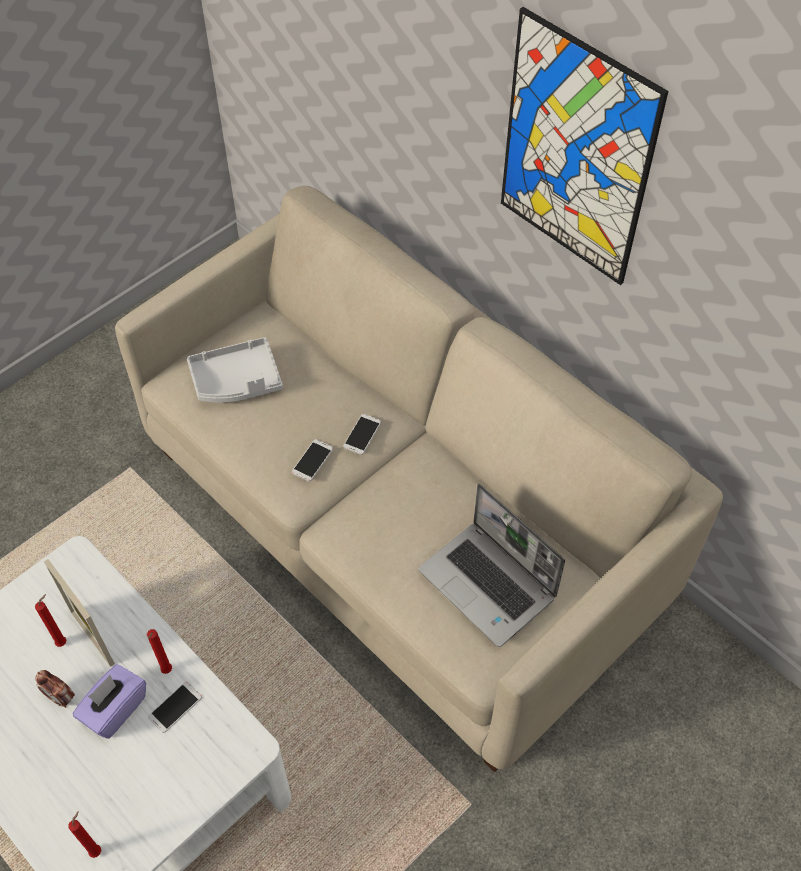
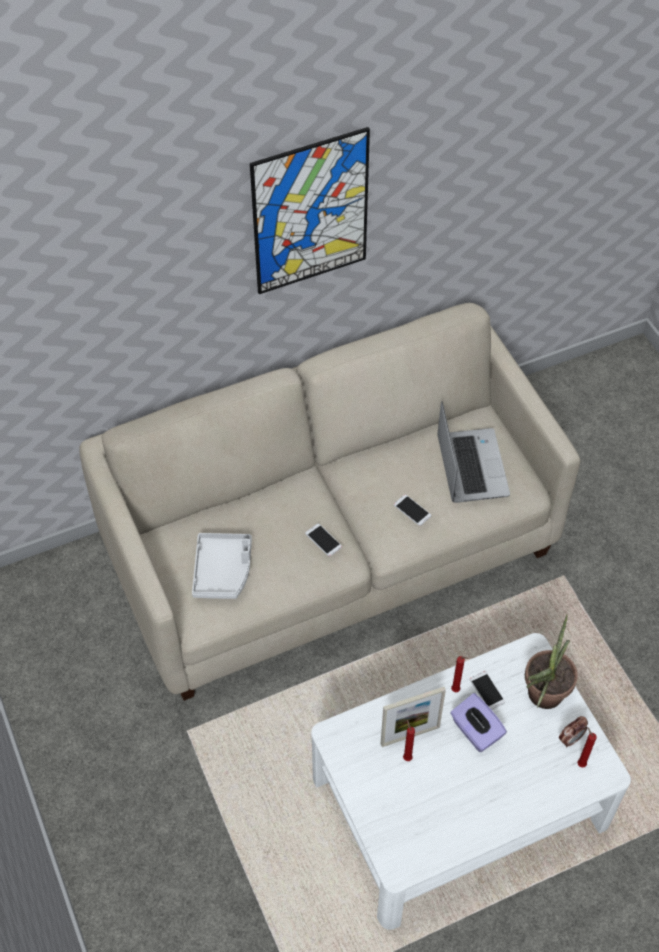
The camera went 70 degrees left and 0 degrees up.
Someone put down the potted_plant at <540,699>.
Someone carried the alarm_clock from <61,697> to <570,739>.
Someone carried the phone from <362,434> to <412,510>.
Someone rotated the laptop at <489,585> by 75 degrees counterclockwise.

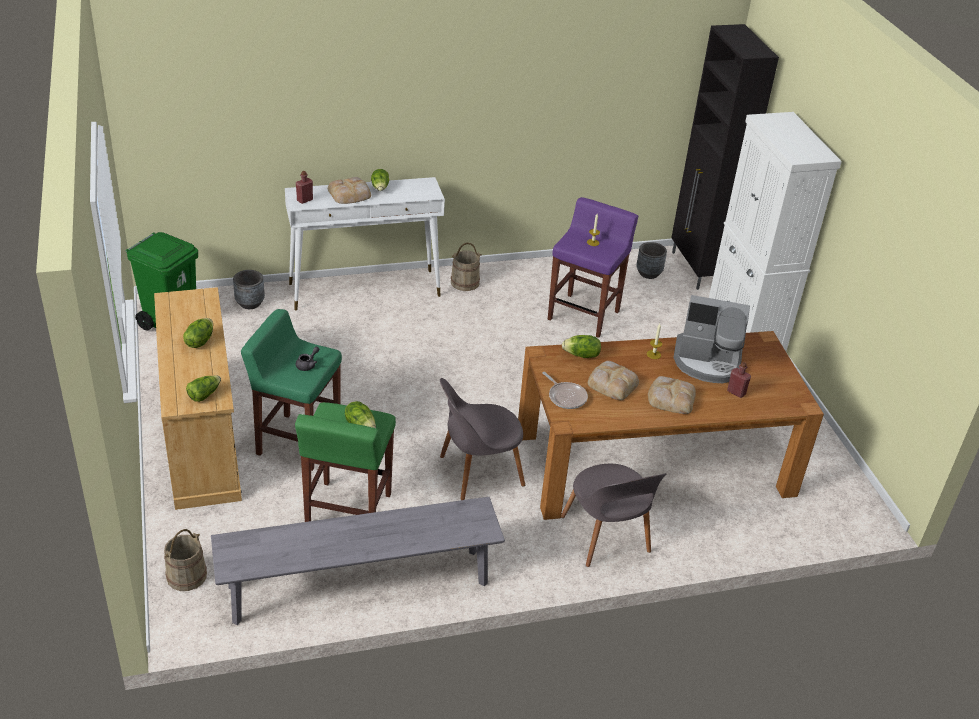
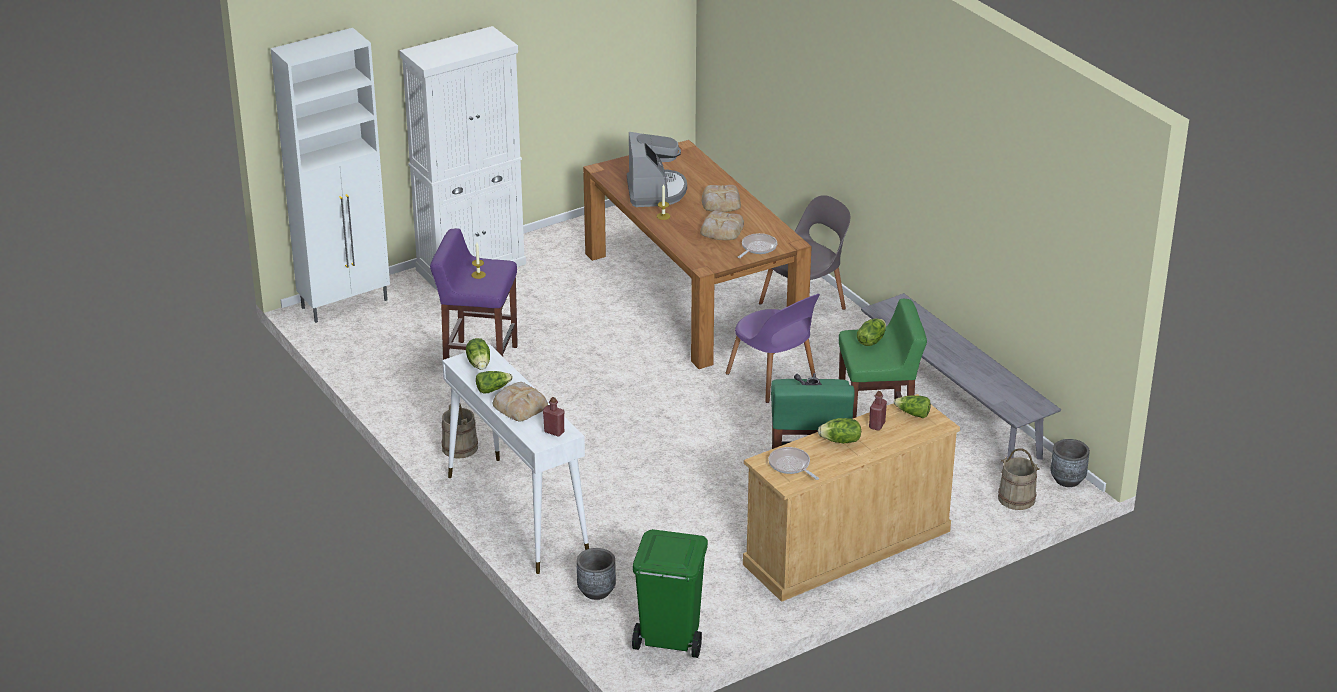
The camera went 105 degrees left and 5 degrees down.
Someone put down the frying_pan at <791,465>.
Someone carried the lettuce from <581,355> to <479,364>.
Someone carried the grey_planter from <648,273> to <1067,480>.
Someone carried the red_bottle from <736,392> to <877,425>.
Someone repainted the grey_chair at <477,472>, which became the purple_chair at <773,379>.
Someone repainted the black_cabinet at <696,270>, which became the white_cabinet at <346,304>.

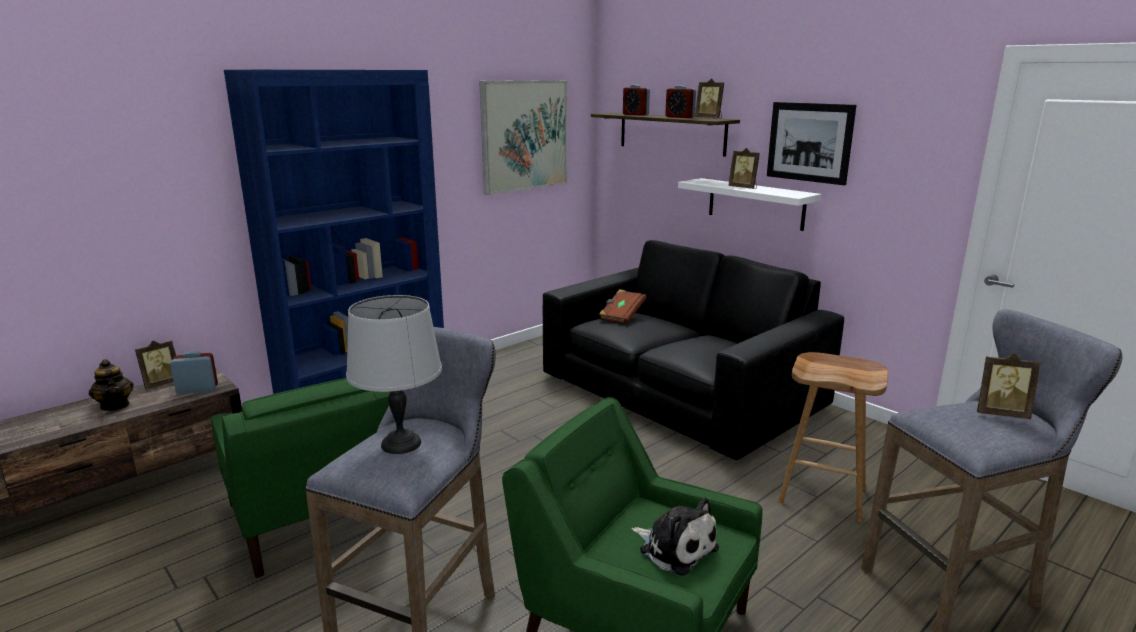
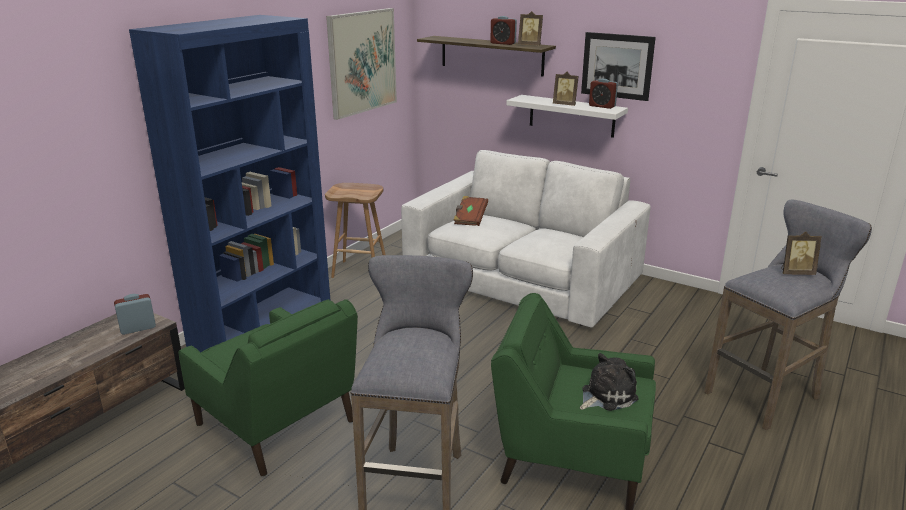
The camera went 15 degrees left and 5 degrees up.
Someone took away the teapot at <116,405>.
Someone took away the picture_frame at <161,384>.
Someone took away the grey_table_lamp at <400,444>.
Someone carried the alarm_clock from <635,114> to <602,106>.
Someone carried the brown_stool from <823,495> to <360,270>.
Someone repainted the black_sofa at <681,392>, which became the white_sofa at <523,277>.
Someone rotated the plush_toy at <675,548> by 60 degrees counterclockwise.

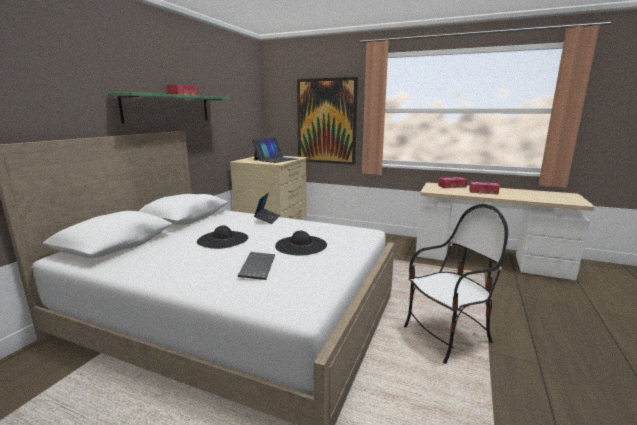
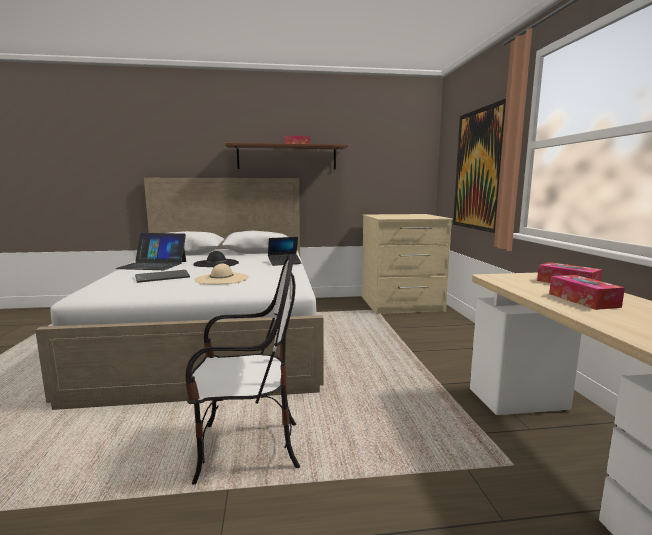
The camera went 60 degrees right and 5 degrees down.
Someone carried the laptop from <276,159> to <153,265>.
Someone repainted the green_shelf at <168,108>, which became the brown_shelf at <287,157>.
Someone repainted the black_hat at <301,245>, which became the beige_hat at <222,279>.
Someone rotated the chair at <447,337> by 45 degrees counterclockwise.

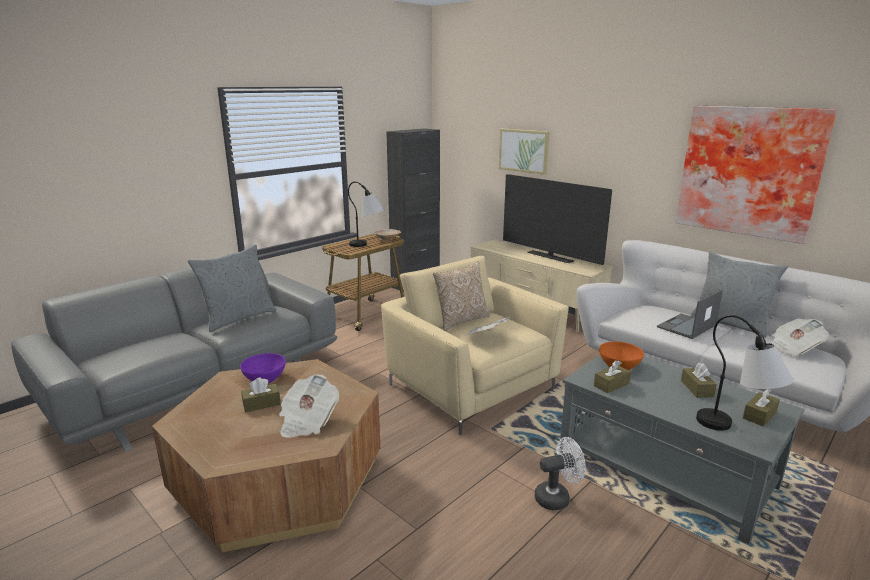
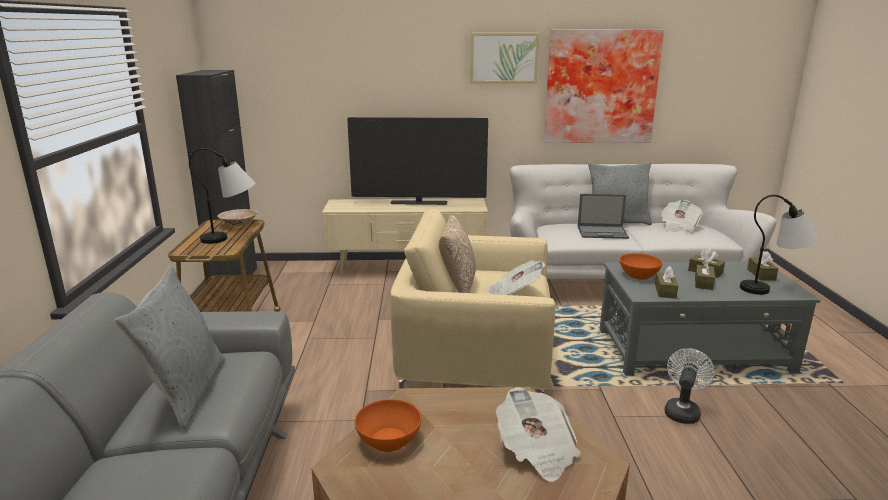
The camera went 45 degrees left and 0 degrees up.
Someone carried the brown_tissue_box from <261,404> to <703,283>.
Someone carried the picture from <523,150> to <503,58>.
Someone repainted the purple_bowl at <265,378>, which became the orange_bowl at <388,439>.
Someone rotated the laptop at <686,326> by 90 degrees counterclockwise.

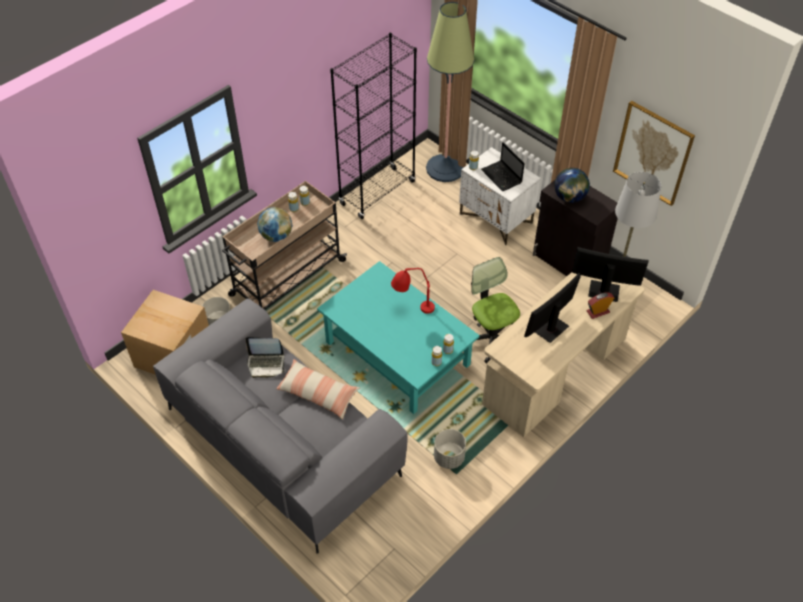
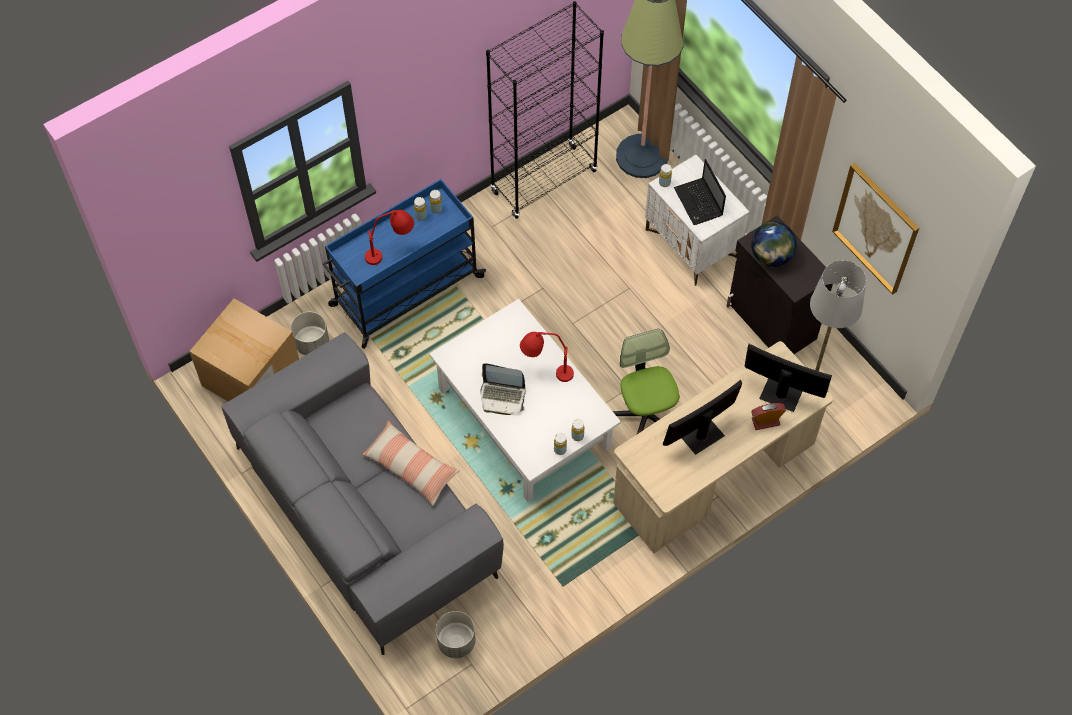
The camera went 10 degrees right and 10 degrees up.
Someone carried the laptop from <266,364> to <502,396>.
Someone carried the grey_planter from <449,457> to <456,641>.
Someone swapped the globe at <276,236> for the red_table_lamp at <392,252>.
Someone repainted the beige_cart at <286,278>, which became the blue_cart at <405,292>.
Someone repainted the turquoise_coffee_table at <397,354>, which became the white_coffee_table at <523,418>.

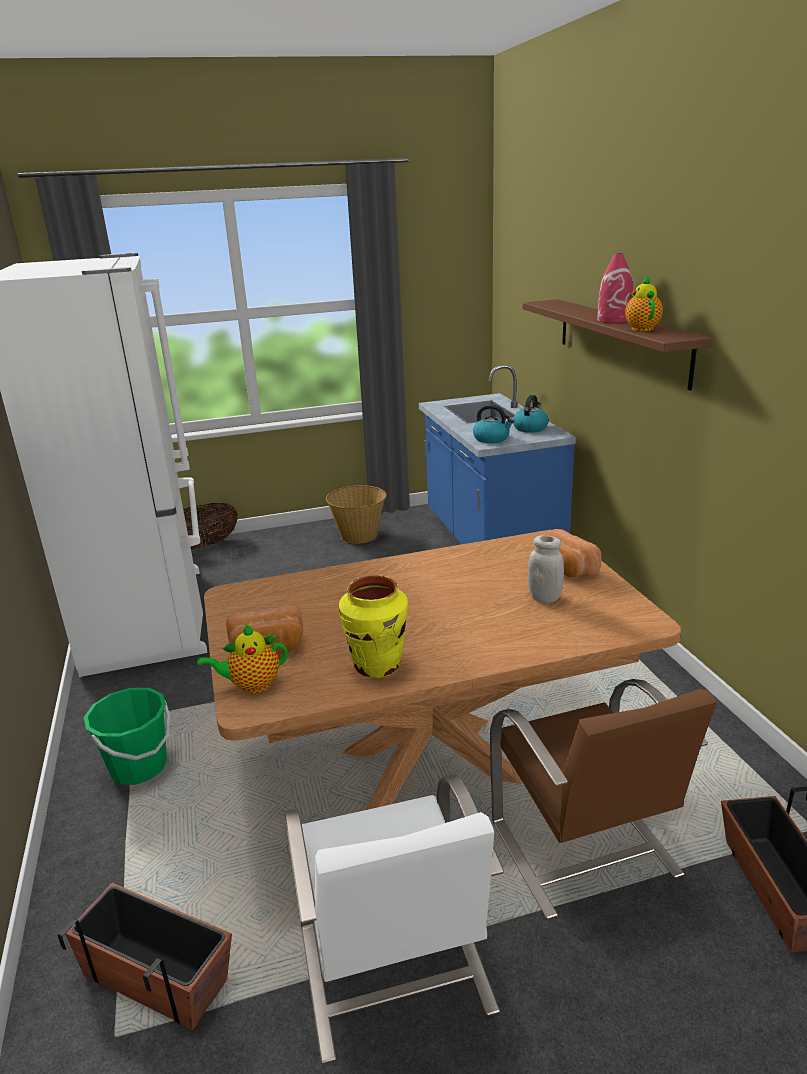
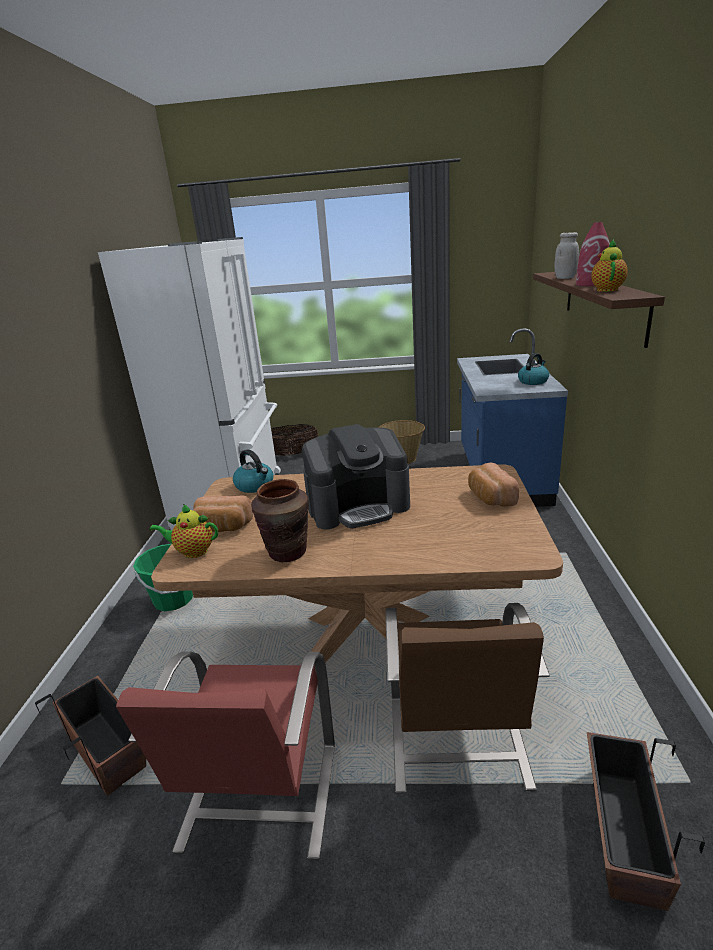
The camera went 20 degrees right and 0 degrees up.
Someone put down the coffee_machine at <358,506>.
Someone carried the kettle from <492,439> to <255,486>.
Someone carried the white_jar from <544,597> to <565,278>.
Someone repainted the white_chair at <394,972>, which became the red_chair at <258,798>.
Someone repainted the yellow_vase at <377,665>, which became the brown_vase at <287,552>.

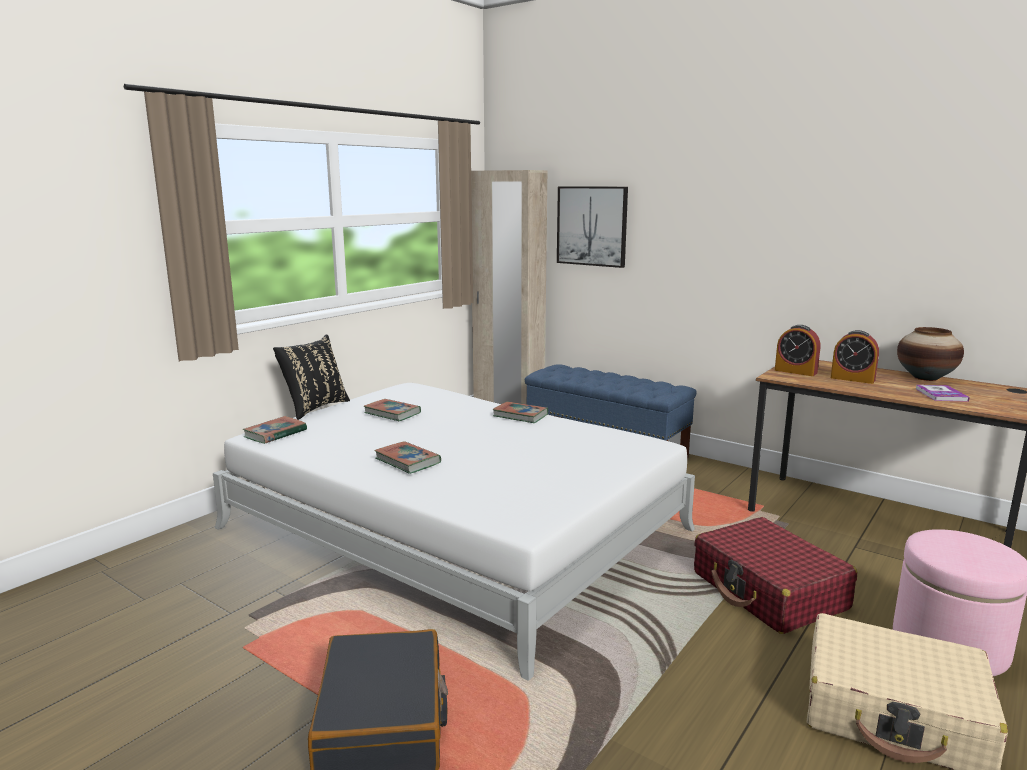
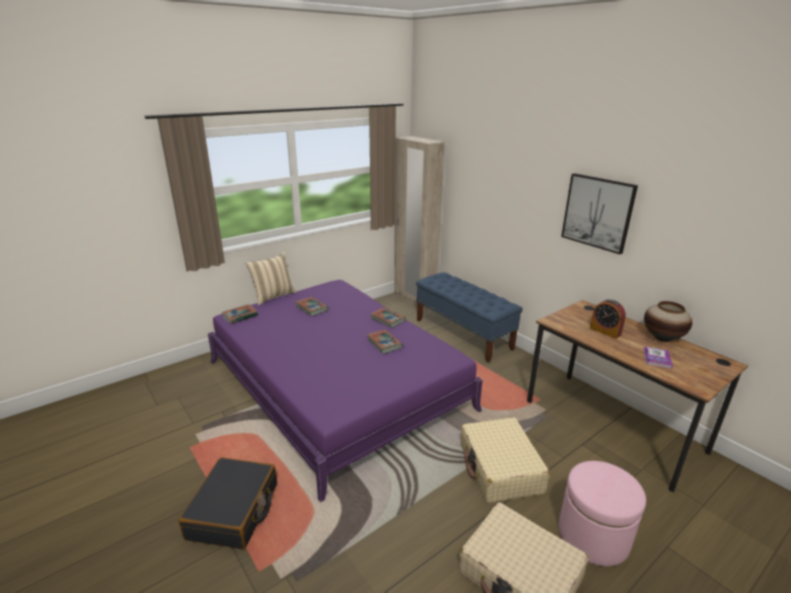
The camera went 15 degrees right and 10 degrees up.
Someone took away the alarm_clock at <795,371>.
Someone carried the book from <407,461> to <384,343>.
Someone carried the picture from <592,226> to <598,212>.
Someone repainted the white_bed at <454,529>, which became the purple_bed at <336,385>.
Someone repainted the black_pillow at <314,408>, which became the beige_pillow at <273,296>.
Someone repainted the red_suitcase at <769,591>, which became the beige_suitcase at <500,468>.

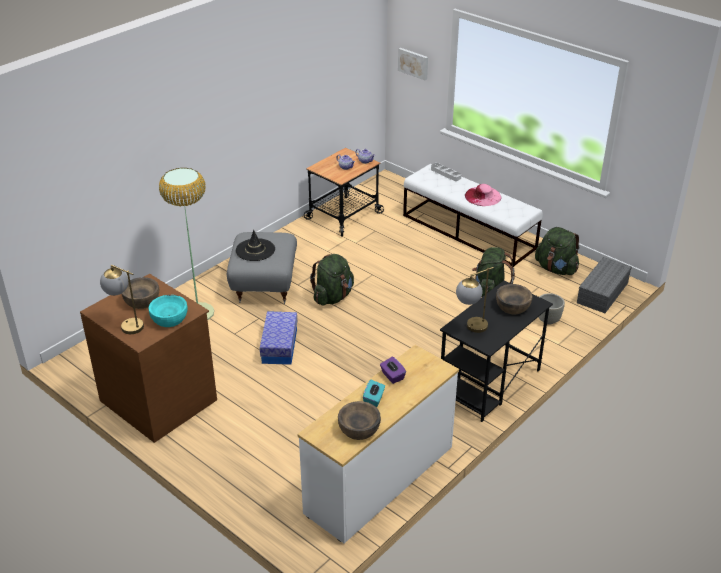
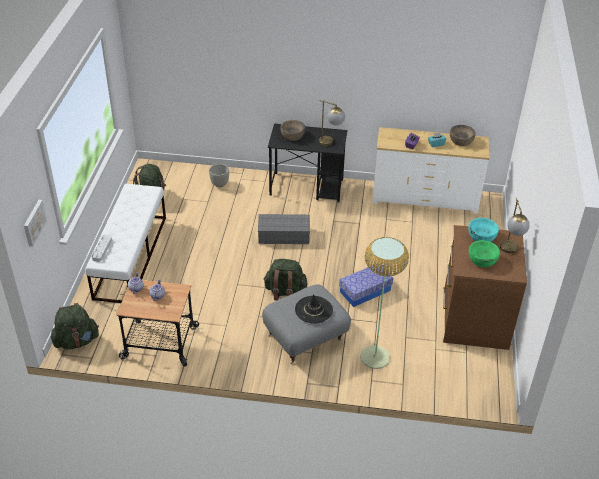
The camera went 125 degrees left and 5 degrees up.
Someone took away the pink_hat at <483,196>.
Someone carried the green_backpack from <490,290> to <76,341>.
Someone carried the grey_storage_box from <602,292> to <283,236>.
Someone repainted the brown_bowl at <141,300>, which became the green_bowl at <482,259>.

